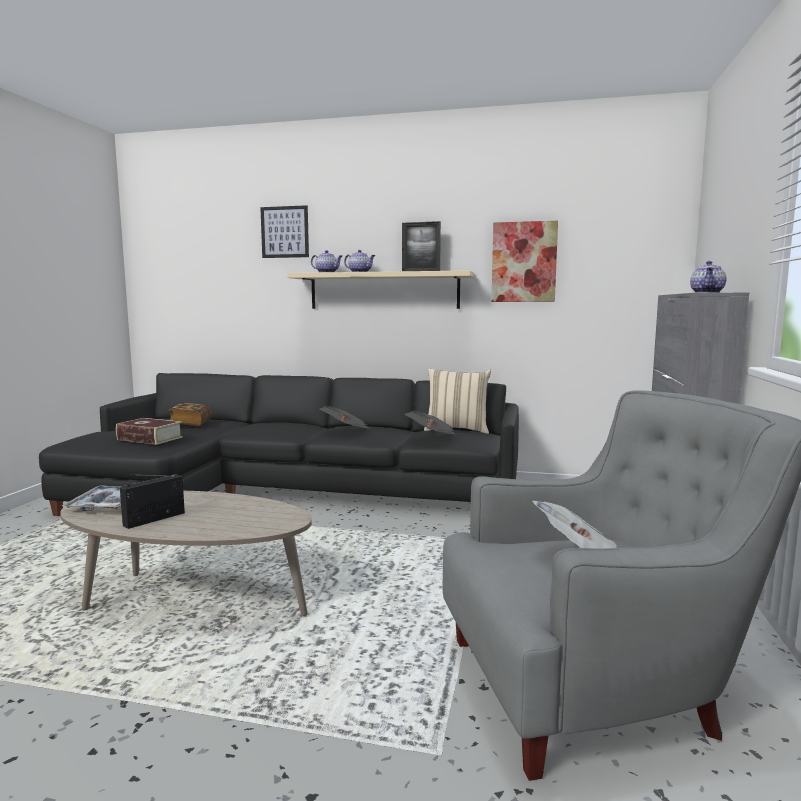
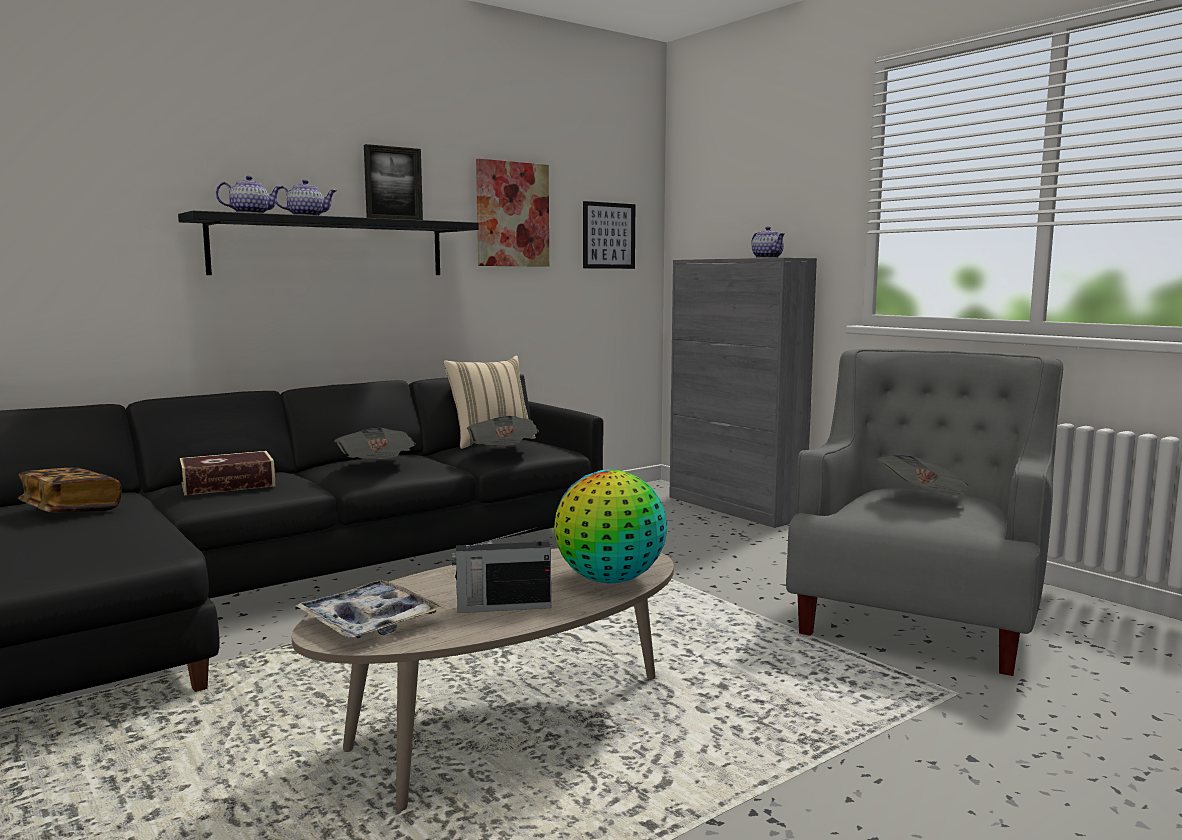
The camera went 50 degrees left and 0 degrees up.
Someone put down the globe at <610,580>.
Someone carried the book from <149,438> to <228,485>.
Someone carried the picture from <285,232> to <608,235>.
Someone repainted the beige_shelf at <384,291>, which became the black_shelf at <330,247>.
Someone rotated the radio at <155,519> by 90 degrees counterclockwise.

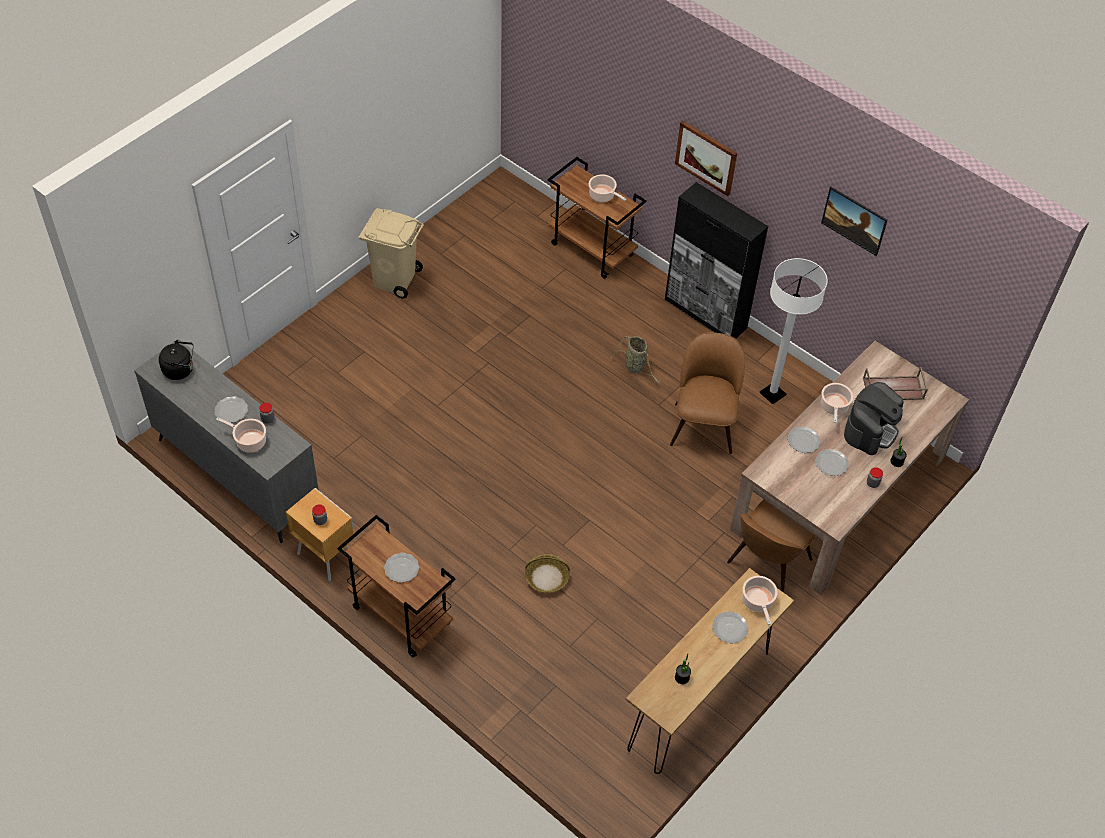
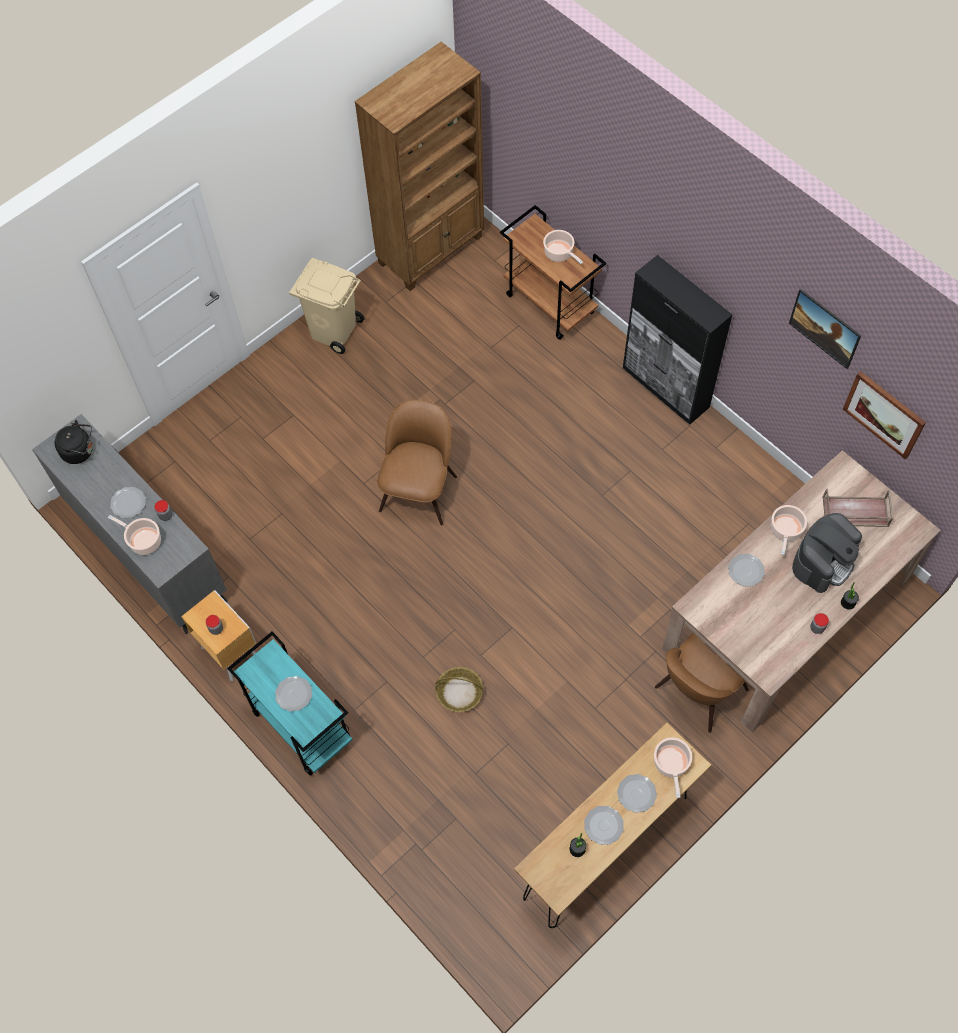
The camera went 10 degrees right and 10 degrees up.
Someone took away the basket at <635,367>.
Someone took away the white_floor_lamp at <772,394>.
Someone put down the brown_bookcase at <431,250>.
Someone carried the brown_chair from <703,425> to <419,490>.
Someone carried the picture from <706,157> to <884,414>.
Someone carried the plate from <831,464> to <603,826>.
Someone repainted the brown_cart at <400,615>, which became the turquoise_cart at <300,726>.

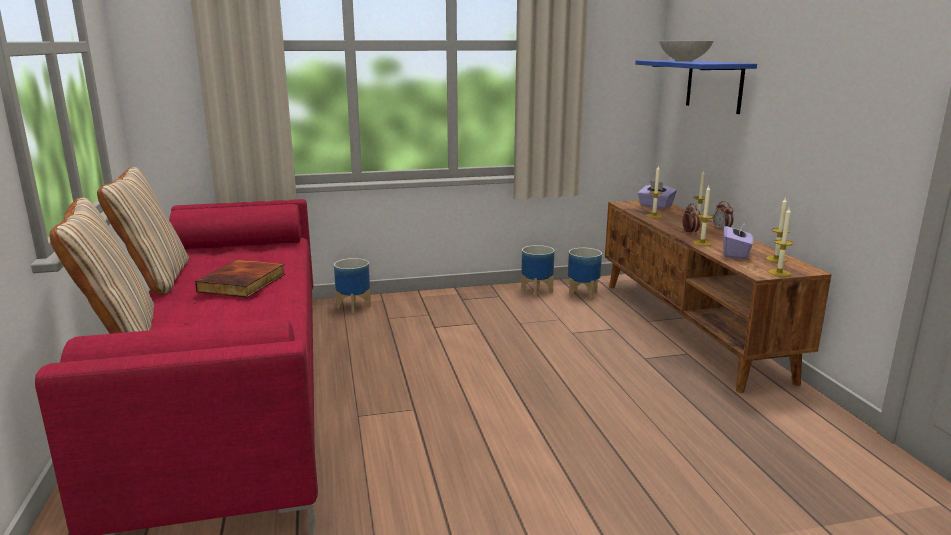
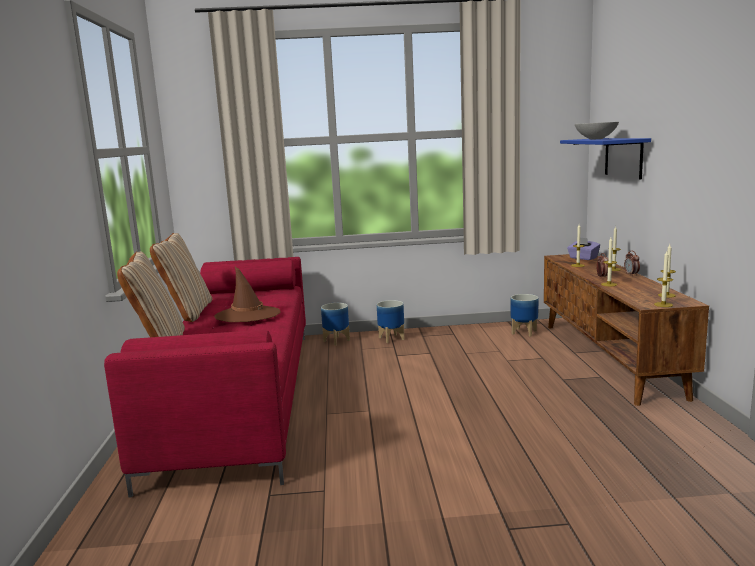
The camera went 10 degrees right and 5 degrees down.
Someone took away the purple_tissue_box at <735,254>.
Someone carried the planter from <537,291> to <392,338>.
Someone swapped the book at <243,283> for the brown_hat at <248,315>.

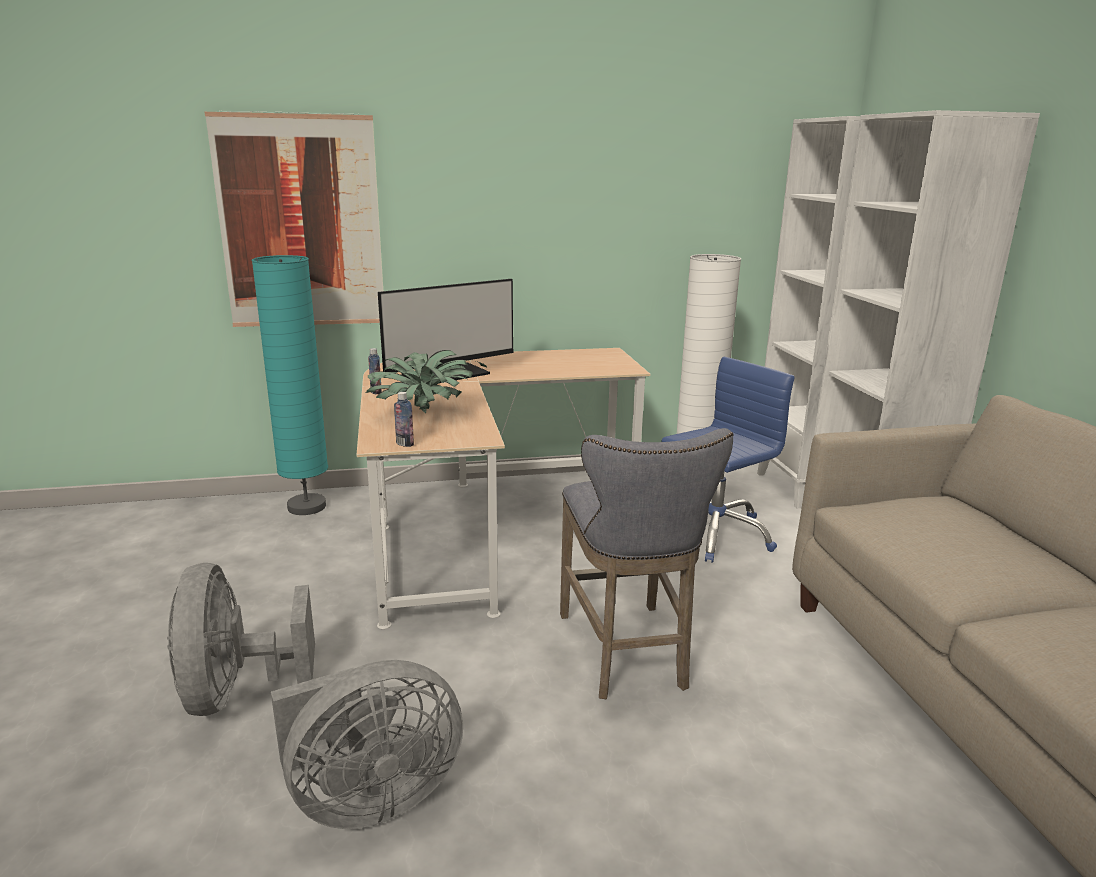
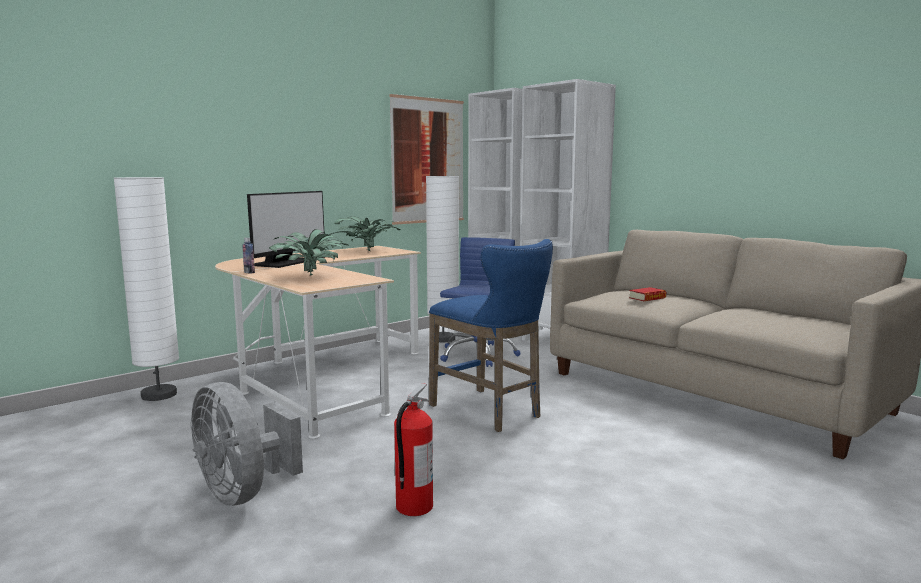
The camera went 30 degrees left and 10 degrees down.
Someone took away the bottle at <405,444>.
Someone put down the potted_plant at <368,251>.
Someone put down the book at <647,298>.
Someone carried the picture from <301,223> to <428,160>.
Someone swapped the grey_fan at <369,799> for the fire_extinguisher at <413,507>.
Someone repainted the turquoise_floor_lamp at <306,507>, which became the white_floor_lamp at <159,395>.
Someone repainted the grey_stool at <626,655>, which became the blue_stool at <490,412>.

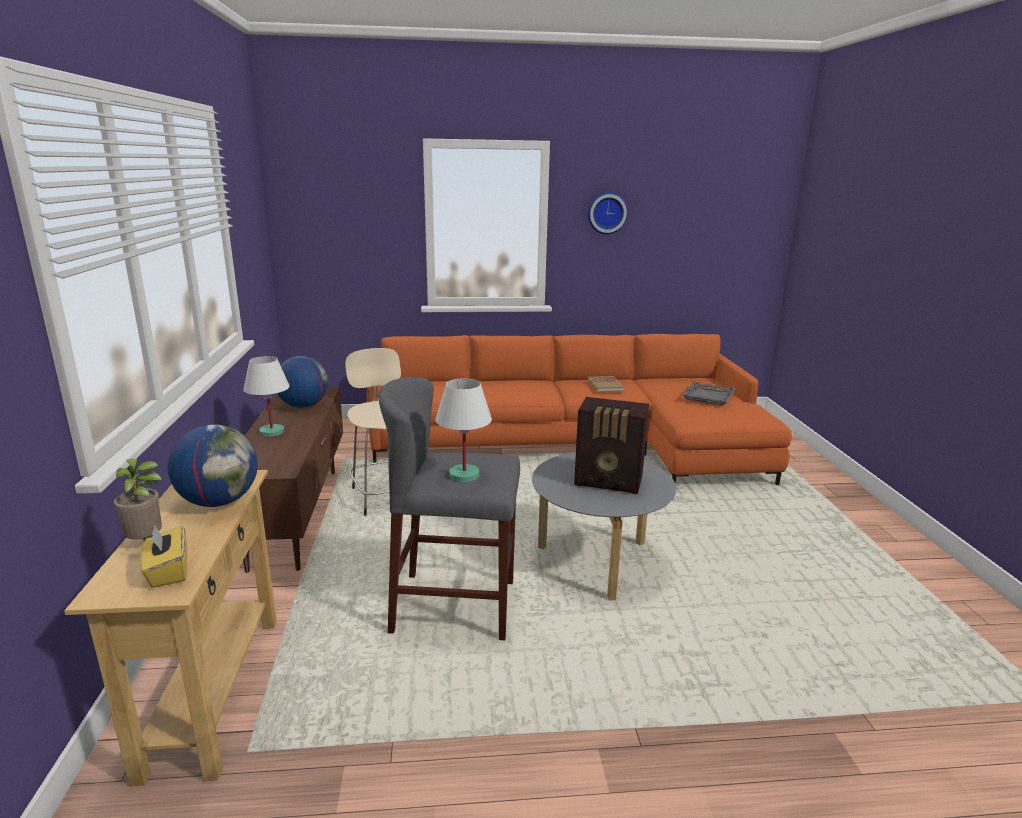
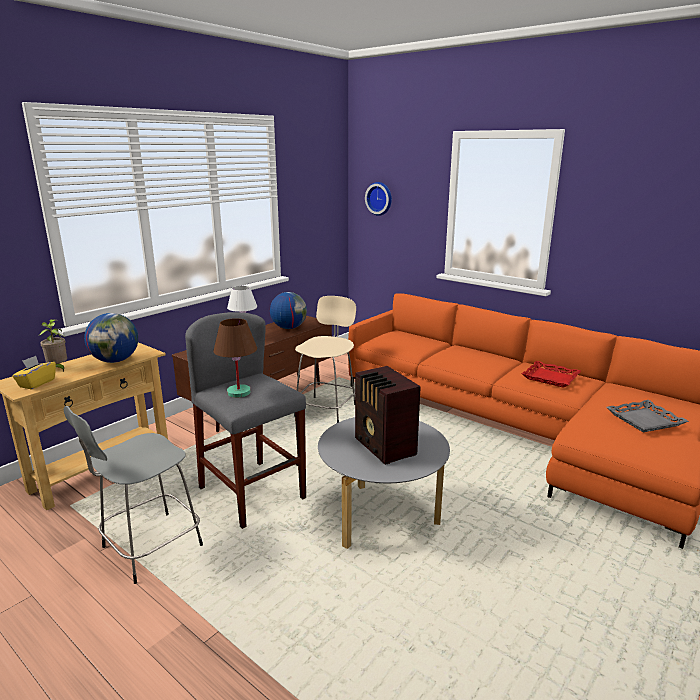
The camera went 45 degrees right and 0 degrees up.
Someone put down the grey_stool at <149,548>.
Someone carried the wall_clock from <606,213> to <380,198>.
Someone swapped the book at <605,386> for the red_tray at <550,377>.
Someone repainted the white_table_lamp at <463,475>, which became the brown_table_lamp at <238,392>.

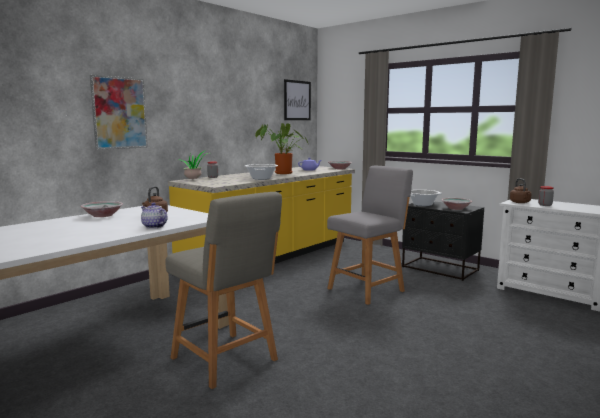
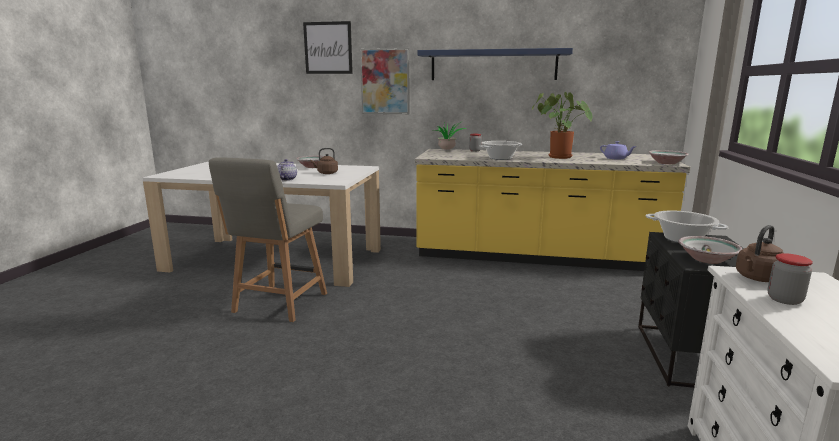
The camera went 60 degrees right and 5 degrees up.
Someone took away the grey_chair at <367,289>.
Someone put up the blue_shelf at <493,65>.
Someone carried the picture from <297,100> to <328,48>.

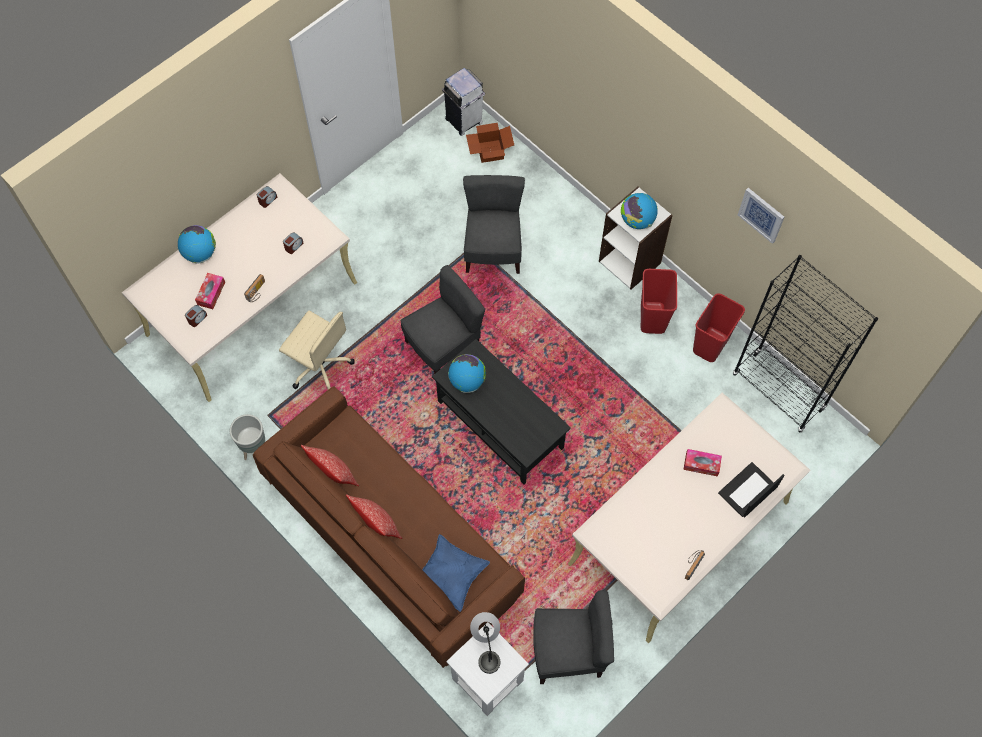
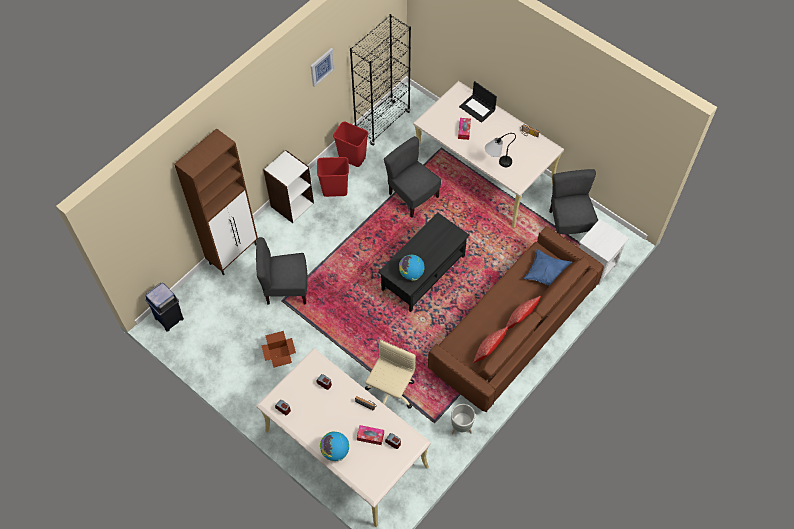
The camera went 95 degrees left and 5 degrees down.
Someone took away the globe at <637,220>.
Someone put down the brown_cabinet at <234,253>.
Someone carried the grey_chair from <443,347> to <412,196>.
Someone carried the cardboard_box from <489,151> to <279,356>.
Someone carried the table_lamp from <487,647> to <496,163>.
Someone repainted the white_trash_can at <464,121>, which became the blue_trash_can at <169,318>.

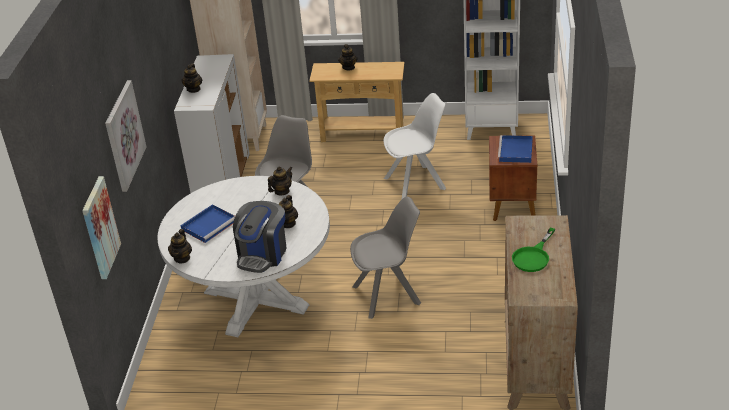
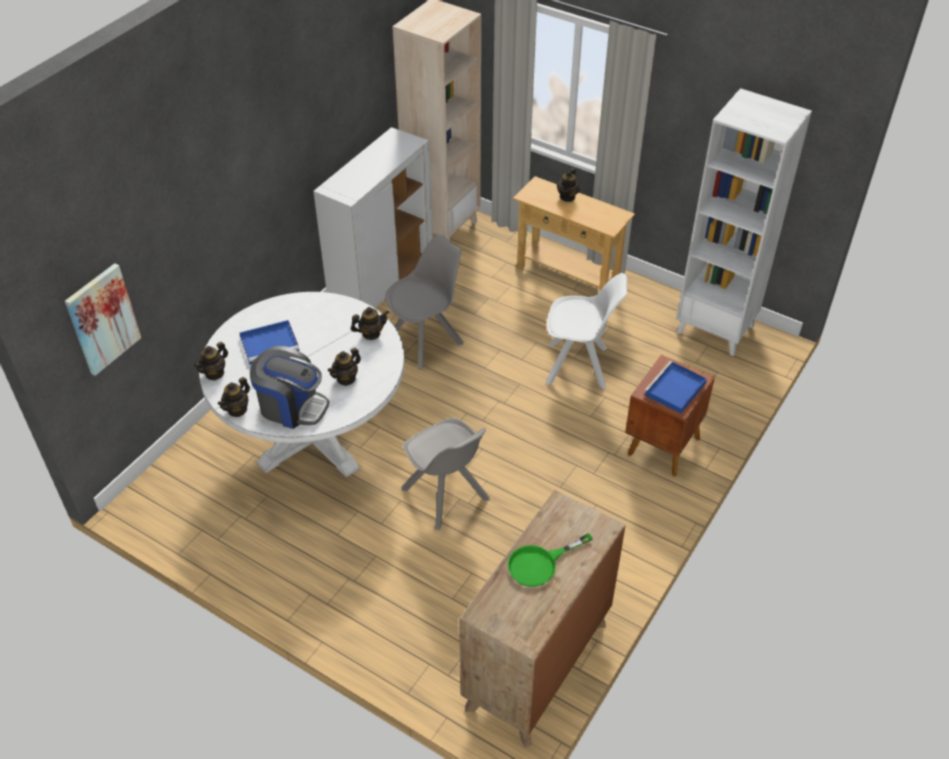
The camera went 25 degrees right and 10 degrees up.
Someone took away the picture at <123,135>.
Someone carried the teapot from <193,89> to <237,409>.
Someone rotated the coffee_machine at <262,254> by 120 degrees counterclockwise.
Someone rotated the grey_chair at <388,295> by 45 degrees clockwise.

